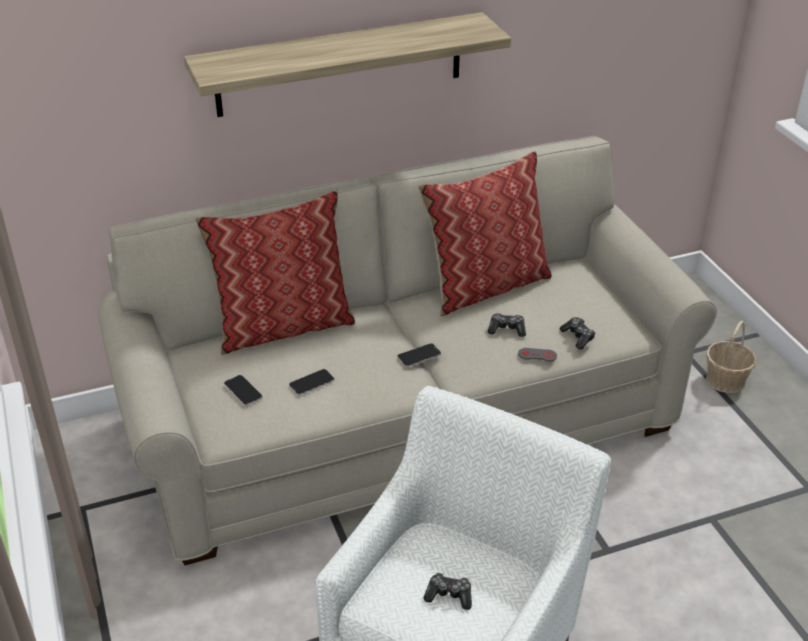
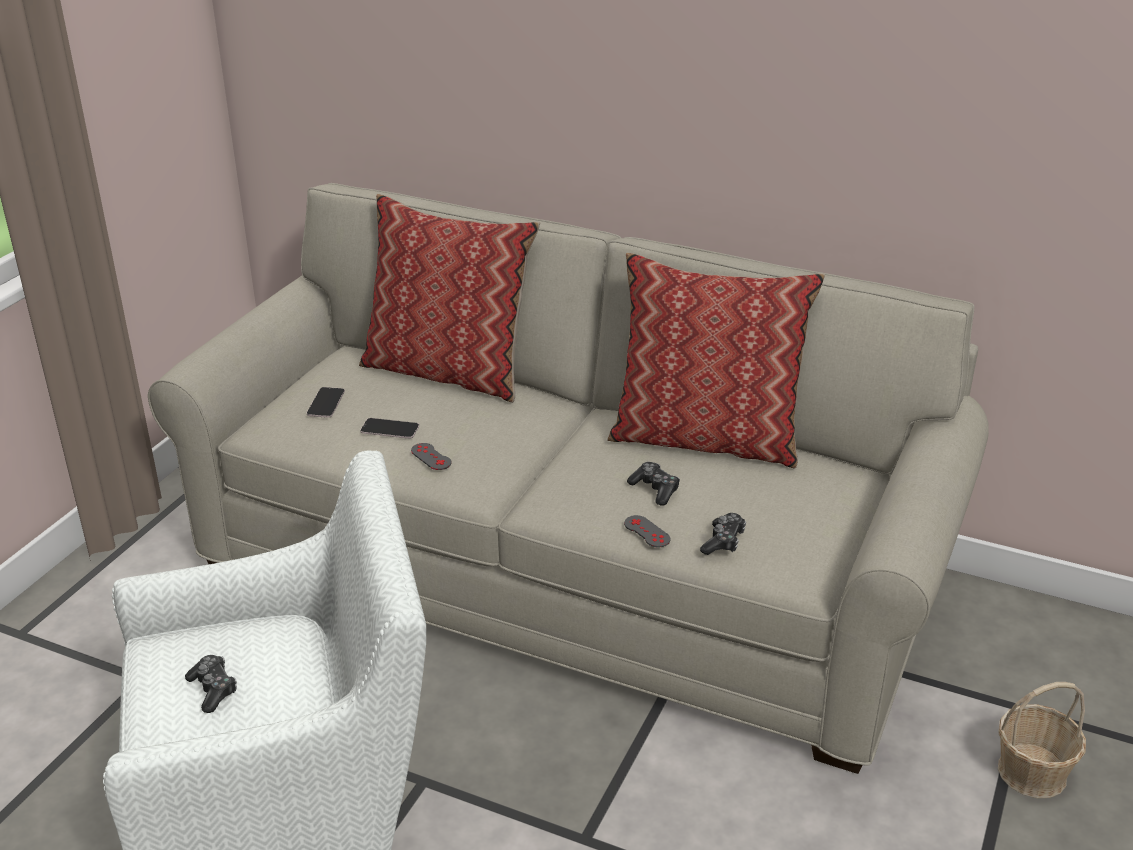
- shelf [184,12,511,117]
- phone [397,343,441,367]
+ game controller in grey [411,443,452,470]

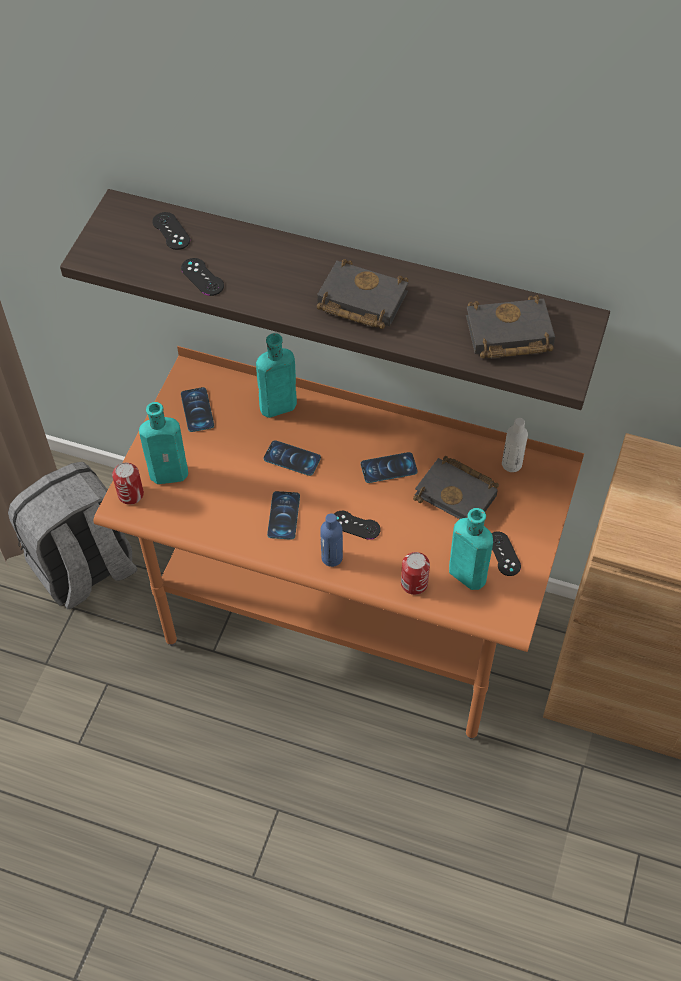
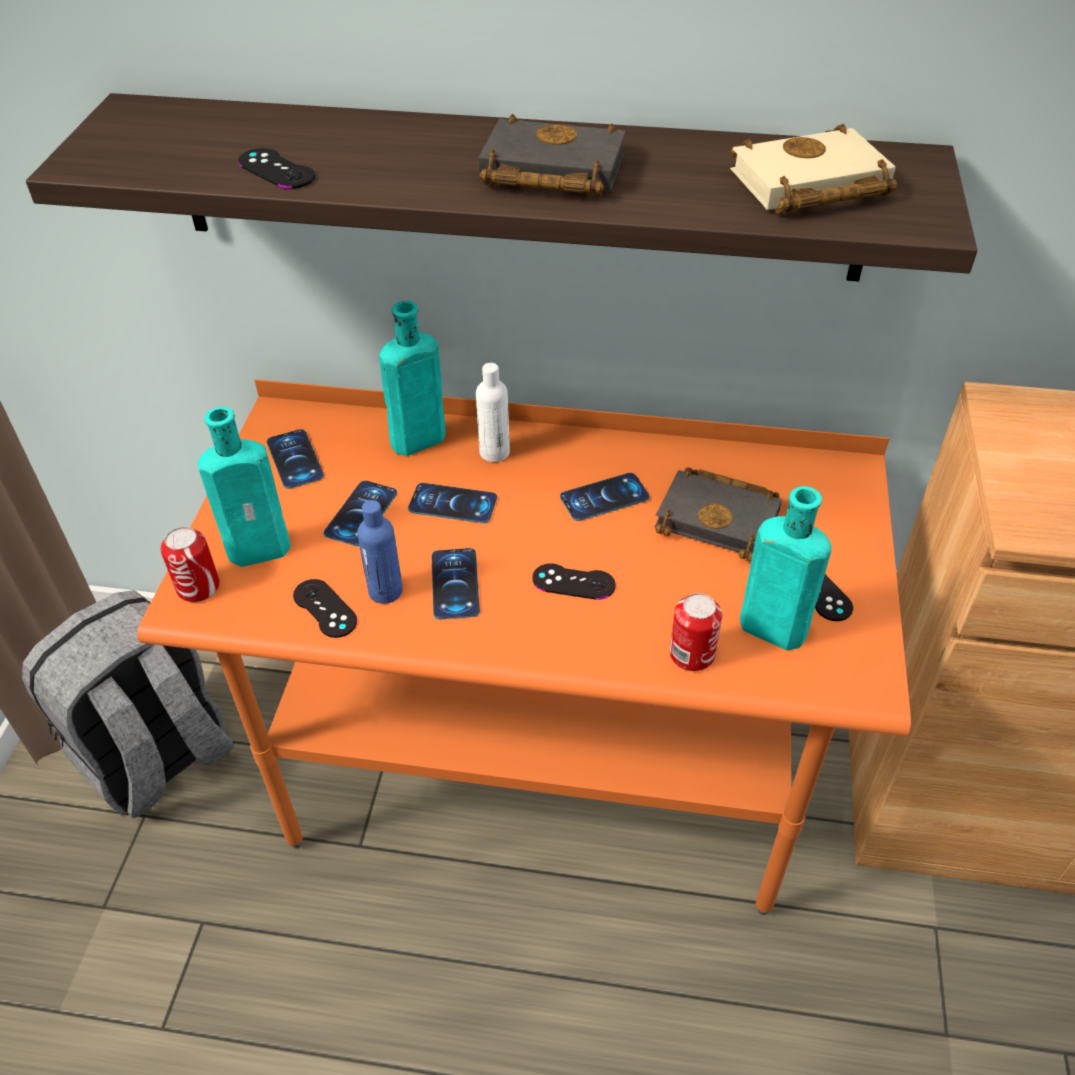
+ phone [324,481,397,546]
~ game controller in black [152,212,190,250] to [293,579,357,638]
~ bottle in blue [320,513,343,567] to [357,500,403,604]
~ bottle in white [502,418,528,472] to [476,363,510,462]
~ book in black [466,295,555,358] to book in beige [730,124,897,214]

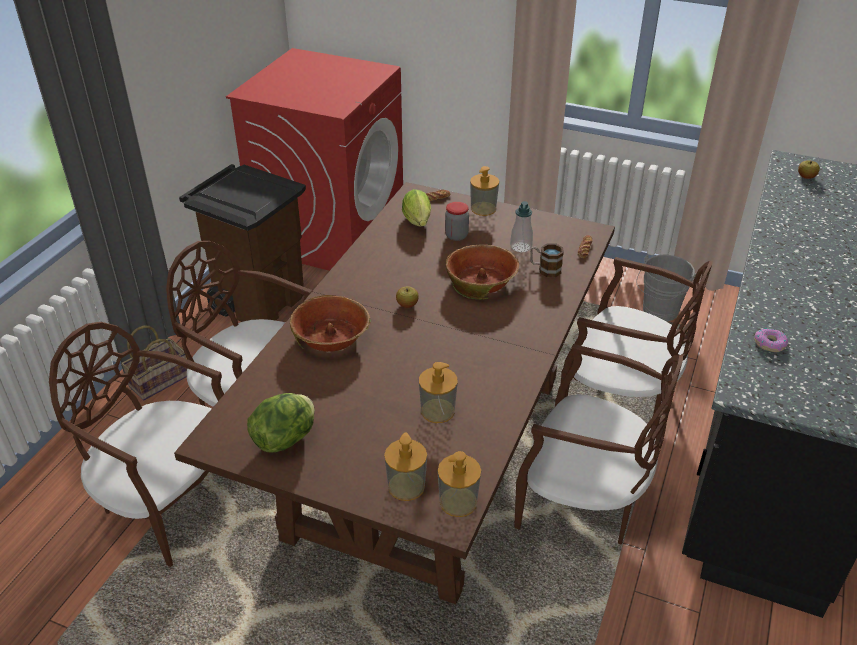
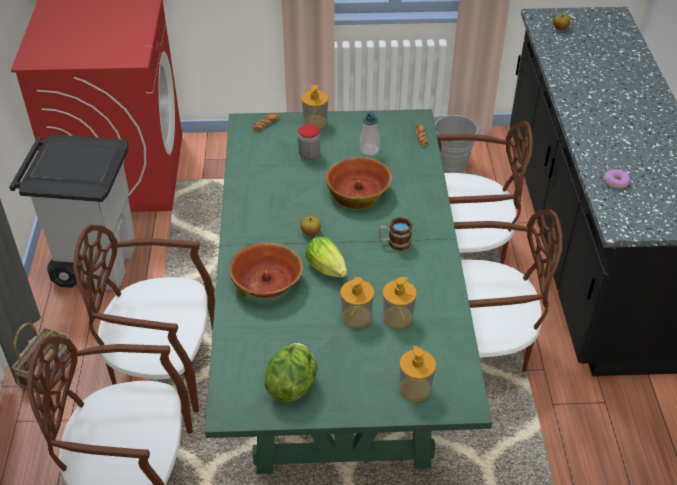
~ lettuce [402,189,431,226] to [306,236,347,278]
~ soap dispenser [438,451,481,517] to [340,277,374,328]
~ mug [530,243,564,277] to [379,217,412,251]
~ dining table in brown [174,182,615,604] to dining table in green [205,109,492,474]
~ trash can in brown [179,164,306,322] to trash can in grey [9,134,136,290]

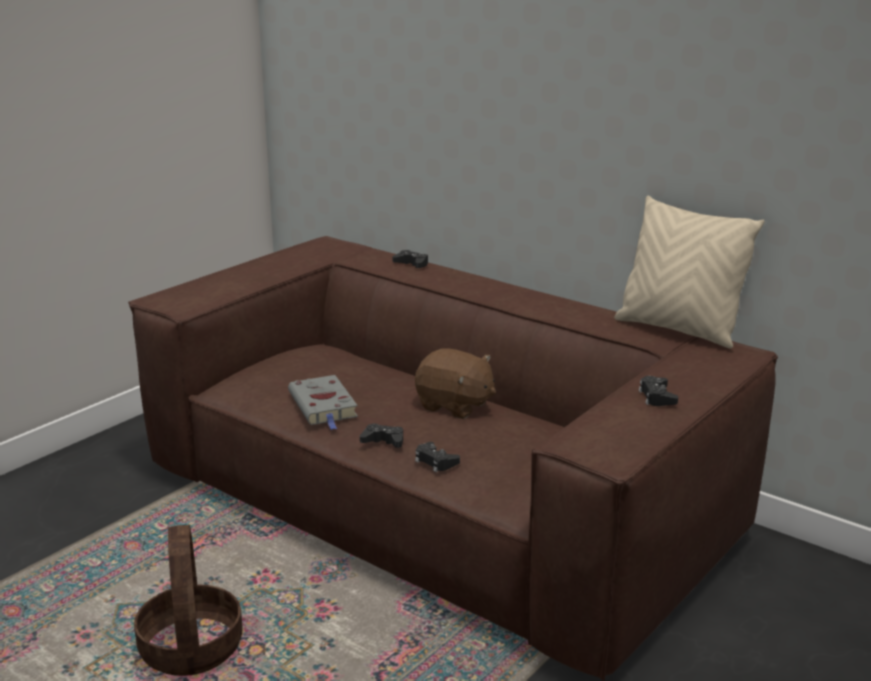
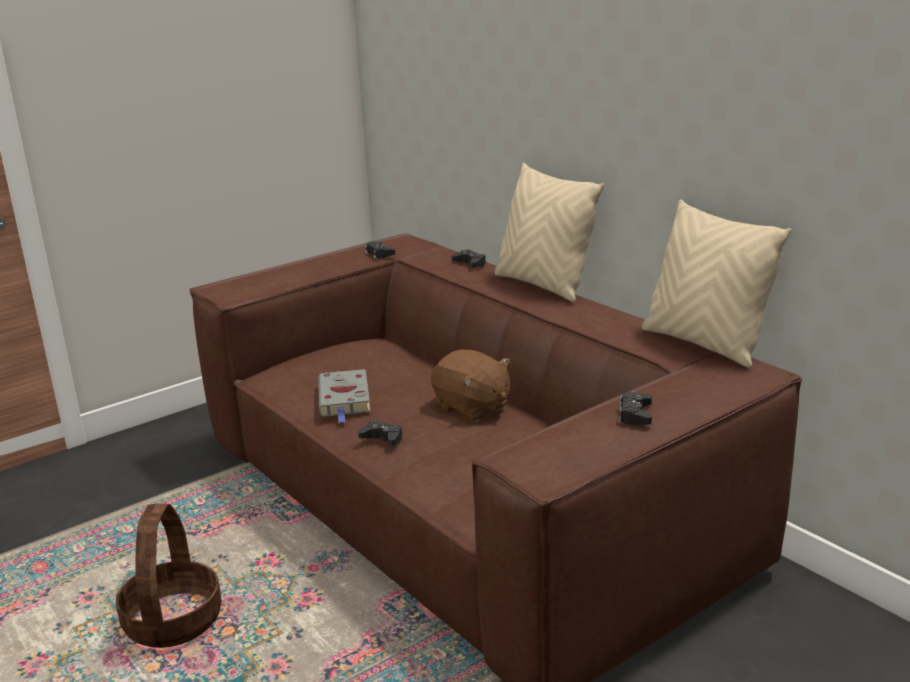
+ pillow in beige [494,163,604,302]
~ game controller in black [415,442,460,472] to [365,241,396,259]

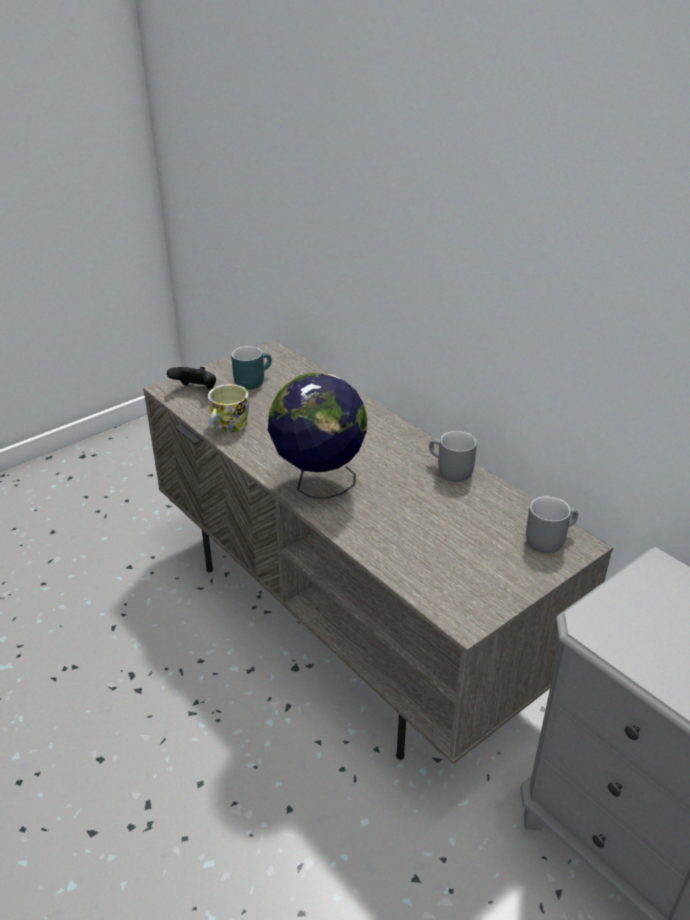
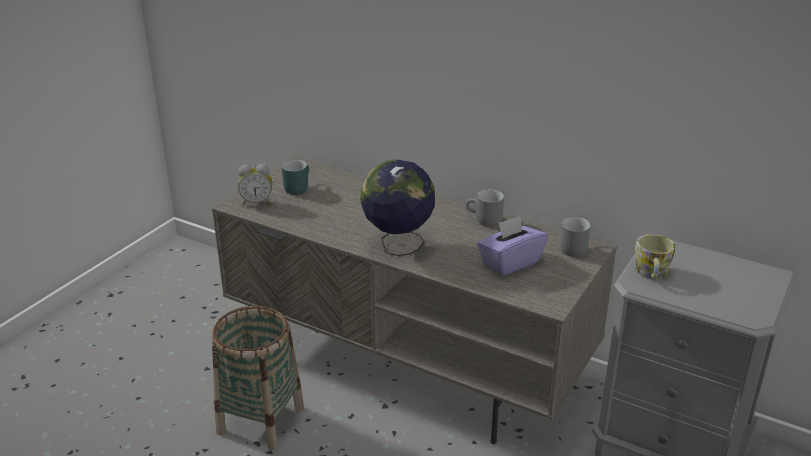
+ basket [212,306,304,450]
+ tissue box in purple [477,216,548,276]
~ mug [208,384,249,432] to [635,234,675,280]
~ game controller in black [167,367,216,389] to alarm clock [238,164,272,205]

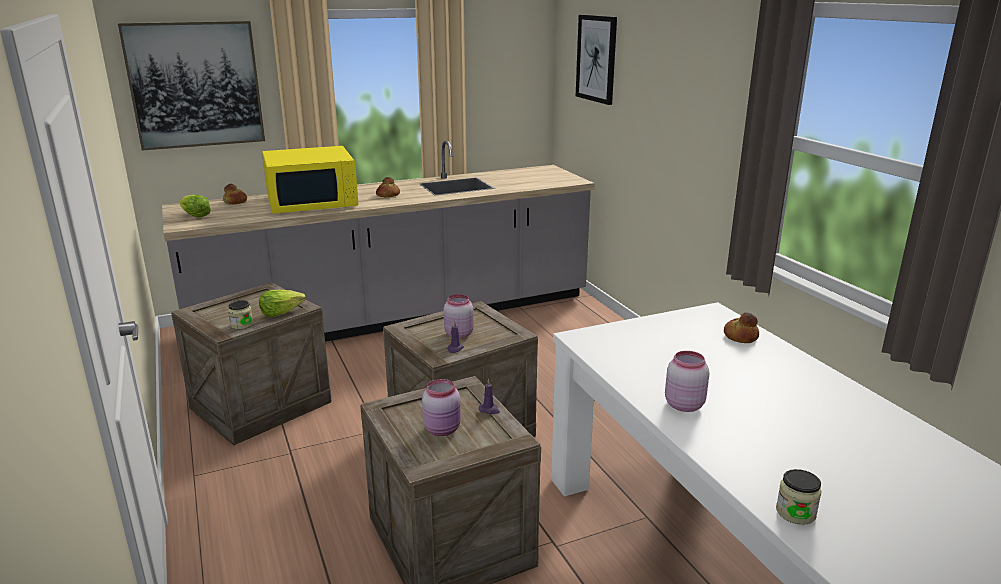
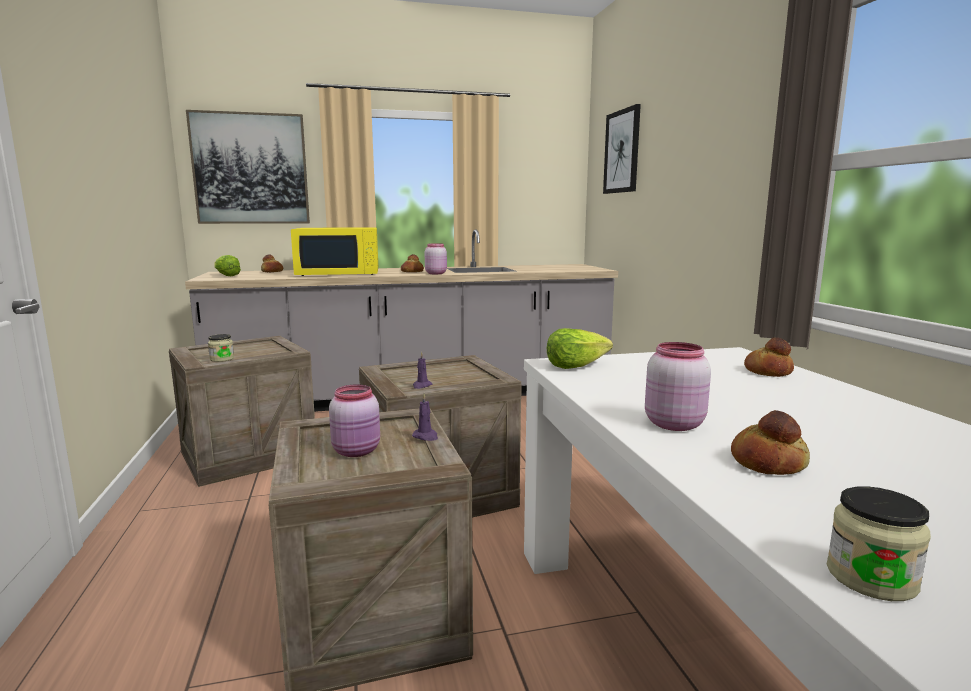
+ bread [731,410,810,475]
~ lettuce [259,290,306,317] to [547,328,613,369]
~ jar in pink [444,294,474,338] to [425,243,447,274]

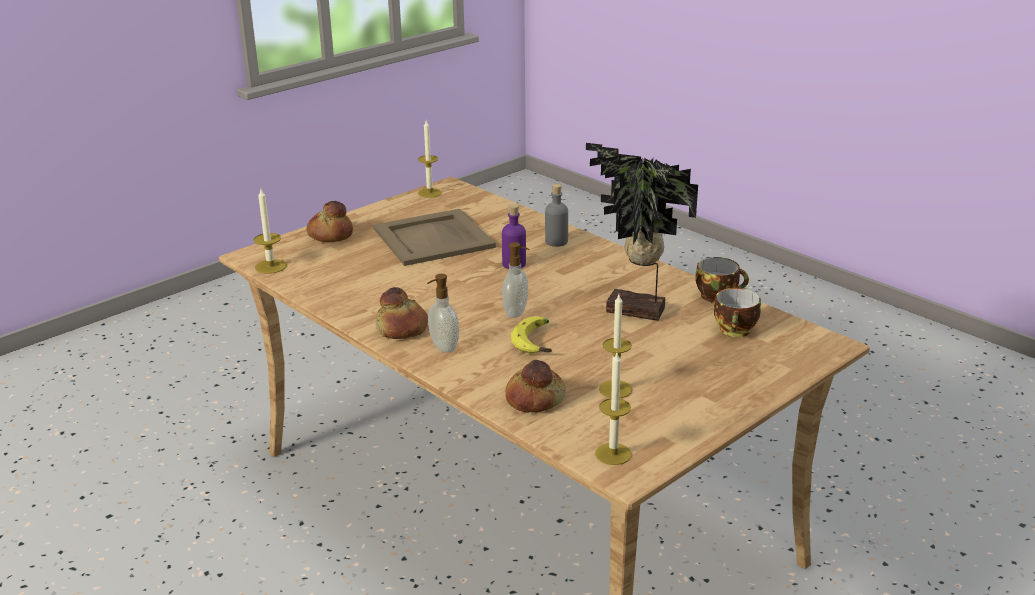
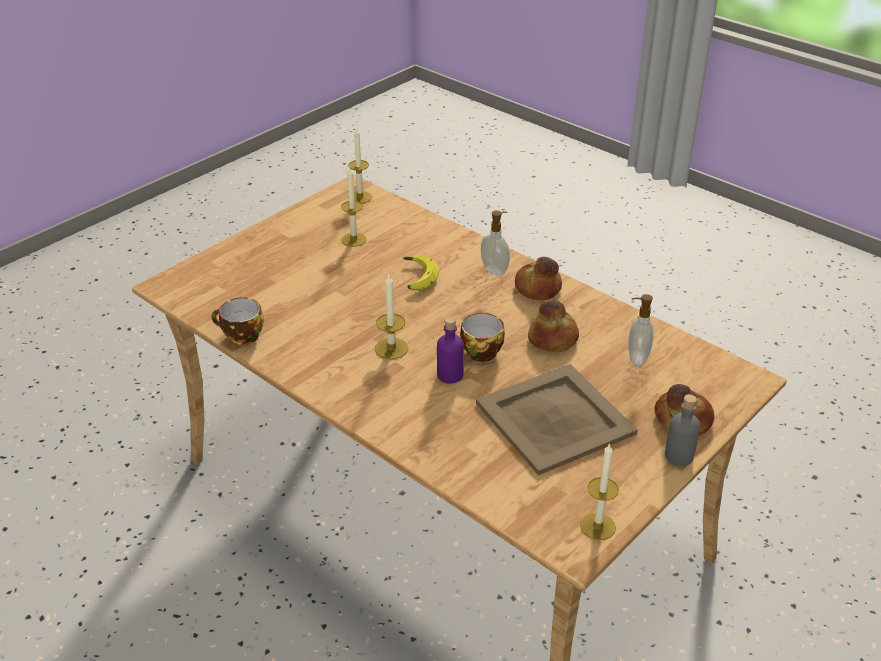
- potted plant [586,143,698,321]
~ candle [253,189,287,274] to [375,275,408,359]
~ soap dispenser [502,242,529,318] to [628,294,654,366]
~ bread [505,360,566,412] to [528,300,579,352]
~ bottle in grey [545,184,568,247] to [665,394,700,466]
~ cup [714,288,761,337] to [460,313,505,362]

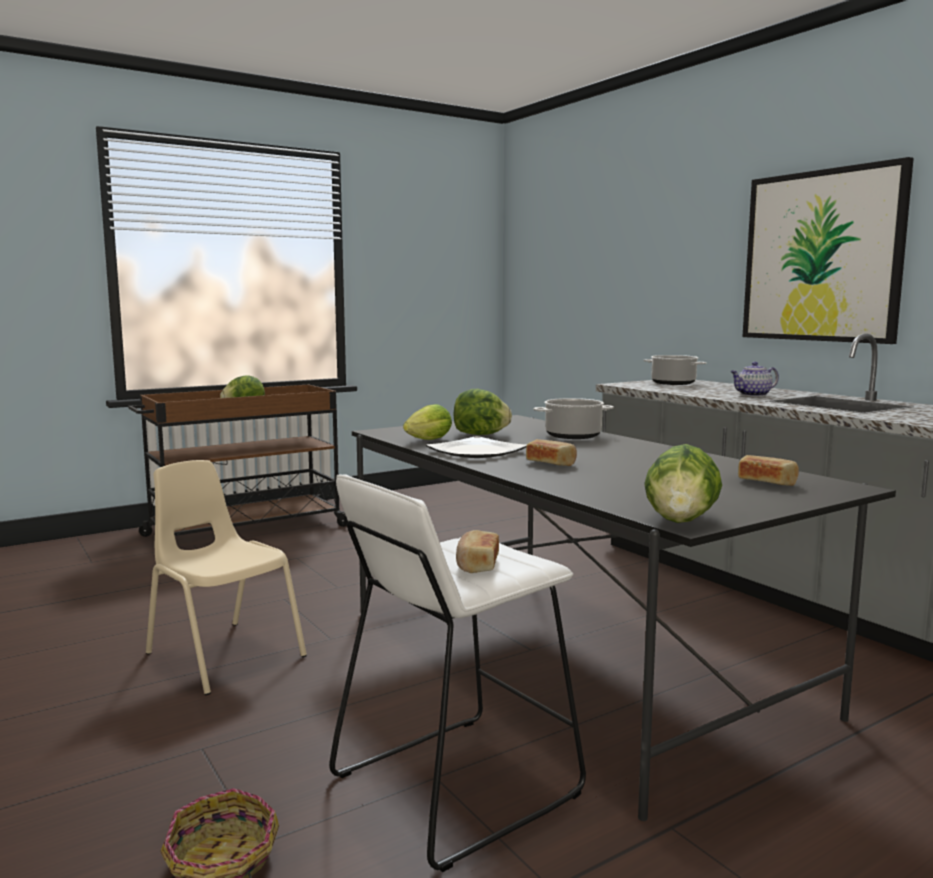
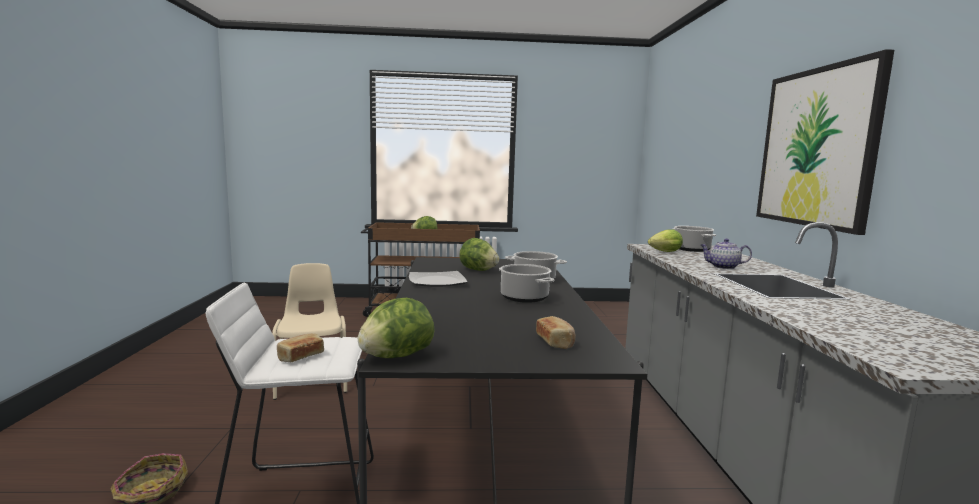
- bread [526,439,577,466]
+ cooking pot [499,264,554,303]
~ lettuce [403,404,452,440] to [648,229,683,252]

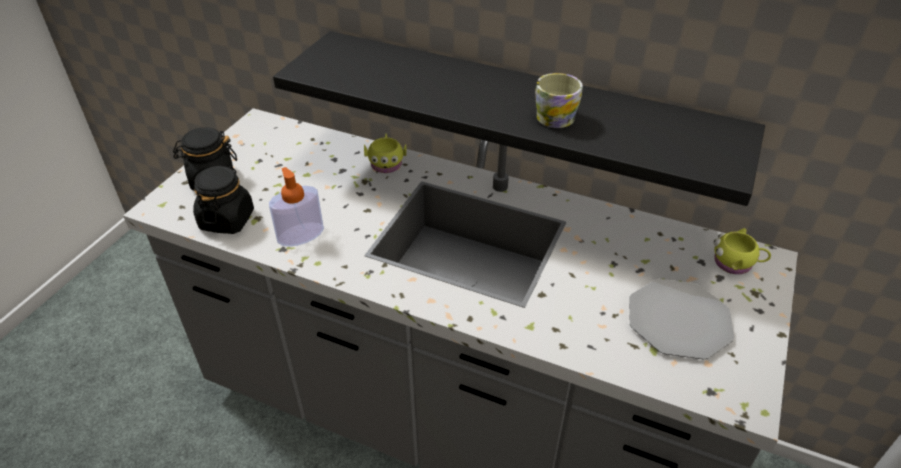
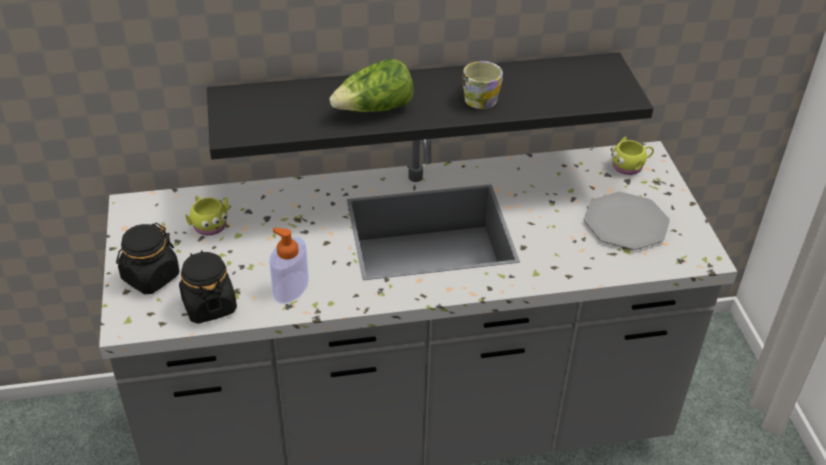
+ lettuce [330,59,413,112]
~ mug in yellow [364,134,407,173] to [186,195,230,235]

